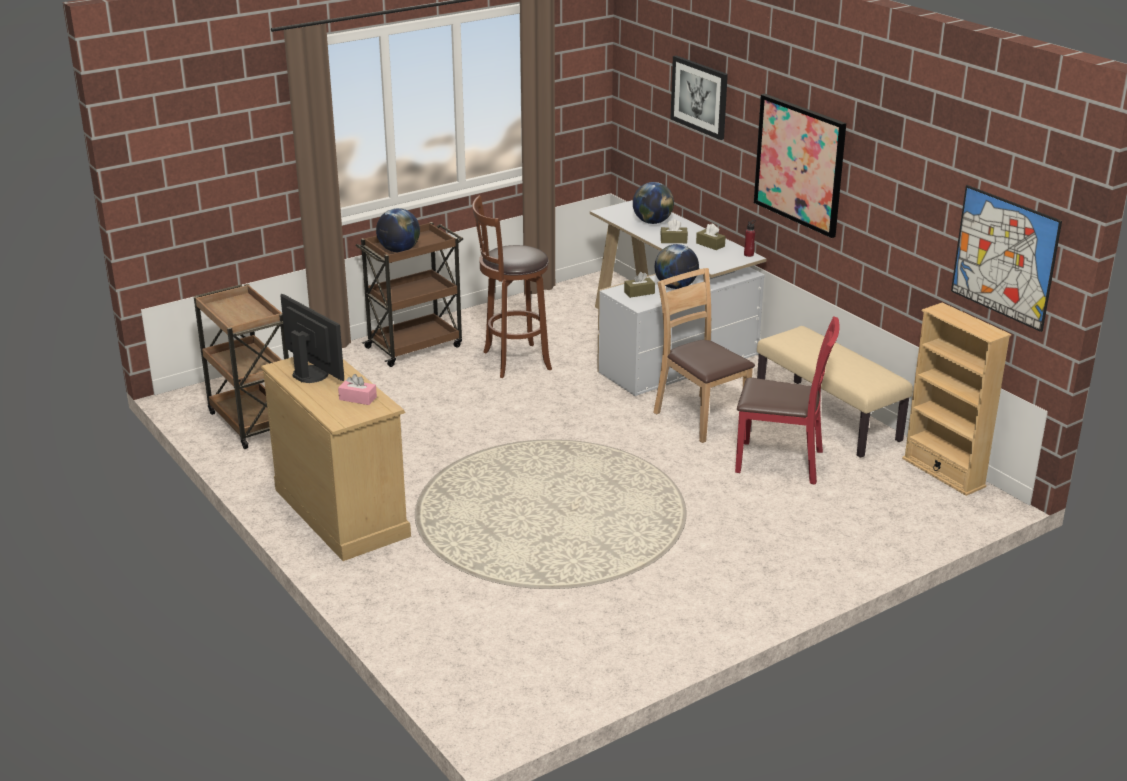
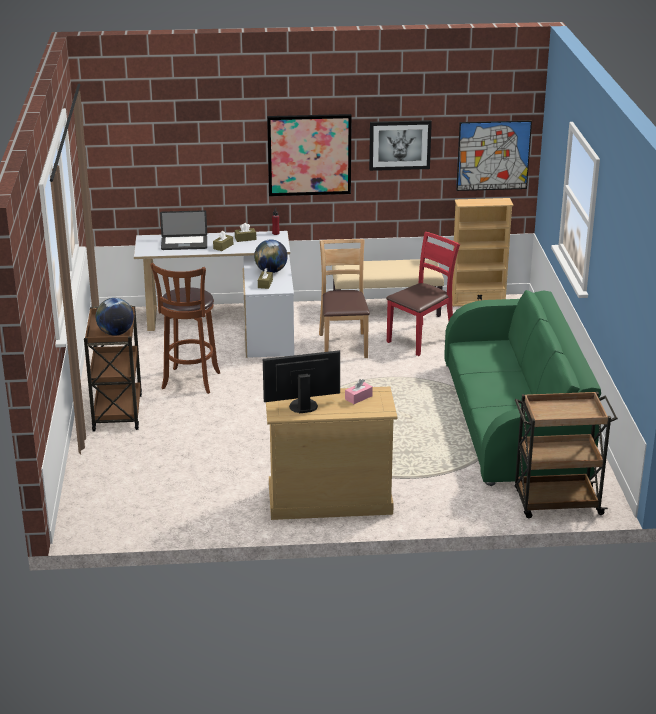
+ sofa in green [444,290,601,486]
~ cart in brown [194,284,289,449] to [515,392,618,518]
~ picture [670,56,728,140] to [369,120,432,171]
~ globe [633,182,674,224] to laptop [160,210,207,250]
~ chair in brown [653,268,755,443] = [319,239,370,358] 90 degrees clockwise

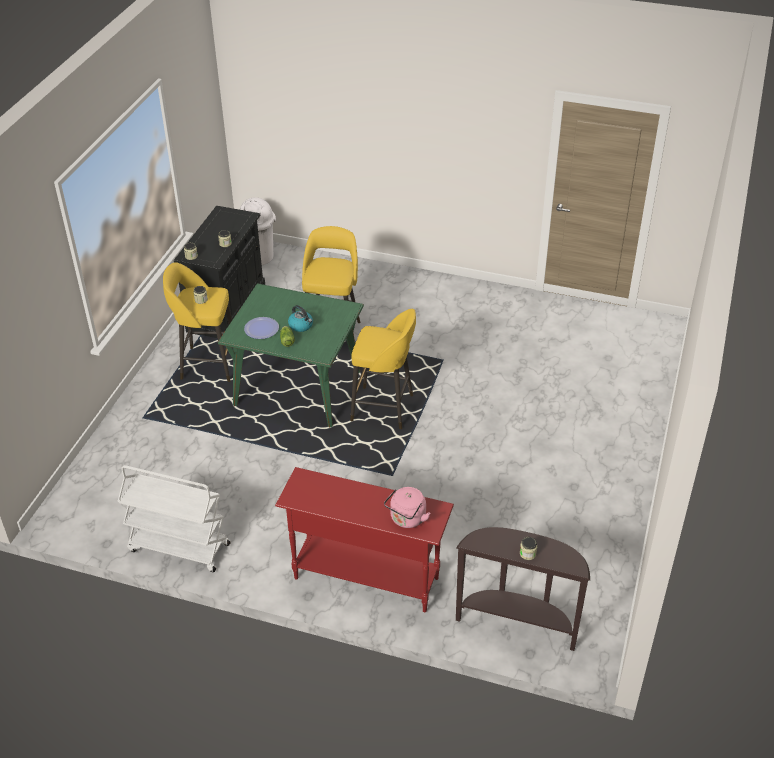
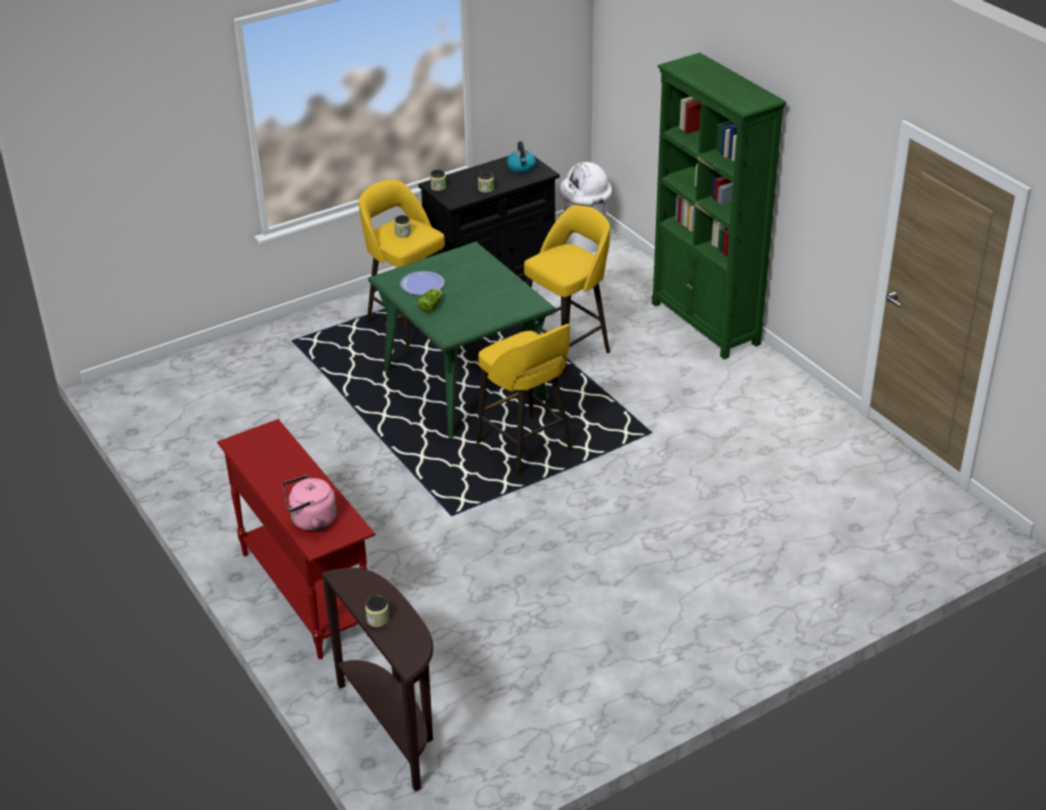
- cart in white [117,465,230,572]
+ bookcase in green [652,53,786,359]
~ kettle [288,305,313,332] to [507,141,536,173]

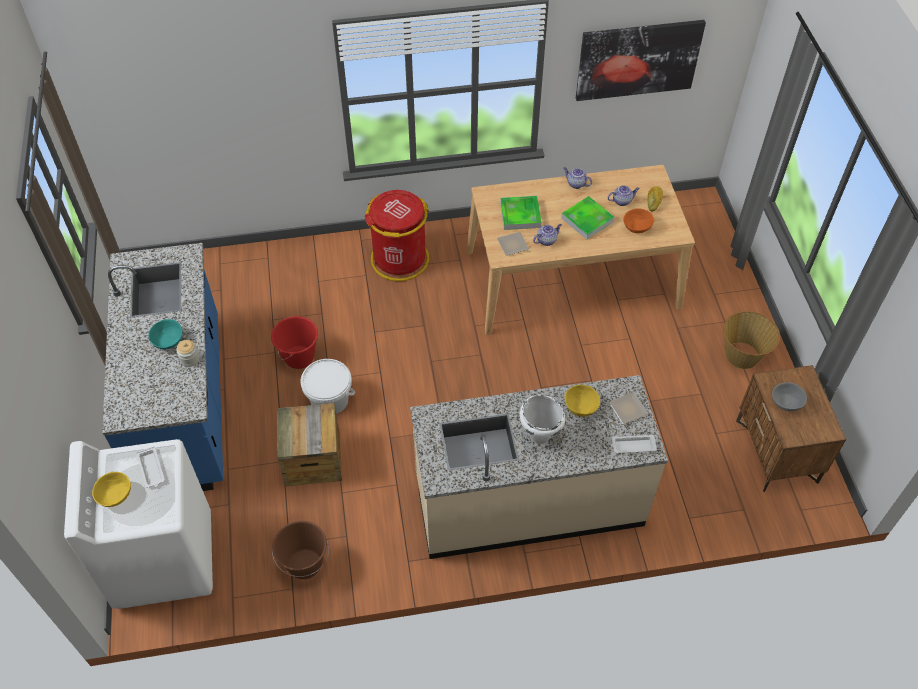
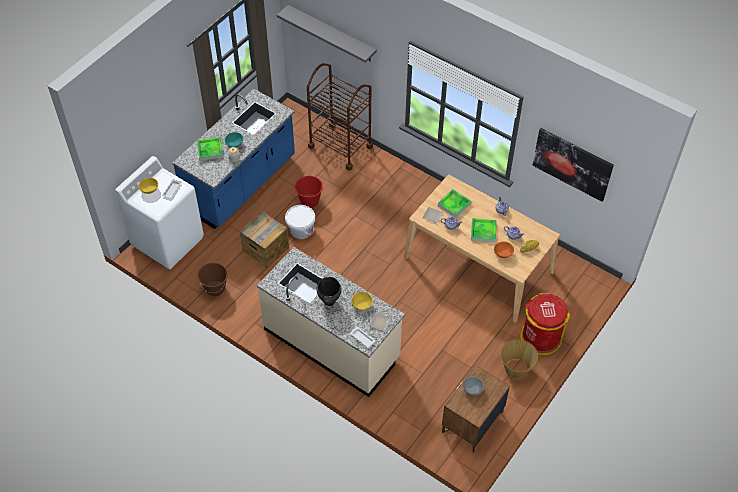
+ tray [197,137,223,161]
+ shelf in grey [277,5,377,63]
+ cart in brown [307,63,373,171]
~ trash can in red [365,190,429,281] to [520,293,570,355]
~ cooking pot in white [520,395,565,444] to cooking pot in black [316,277,342,306]

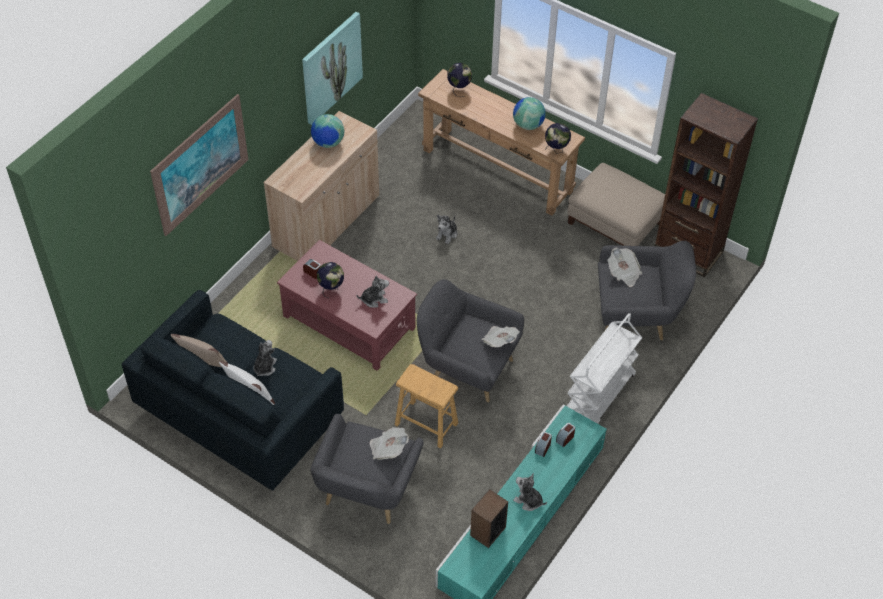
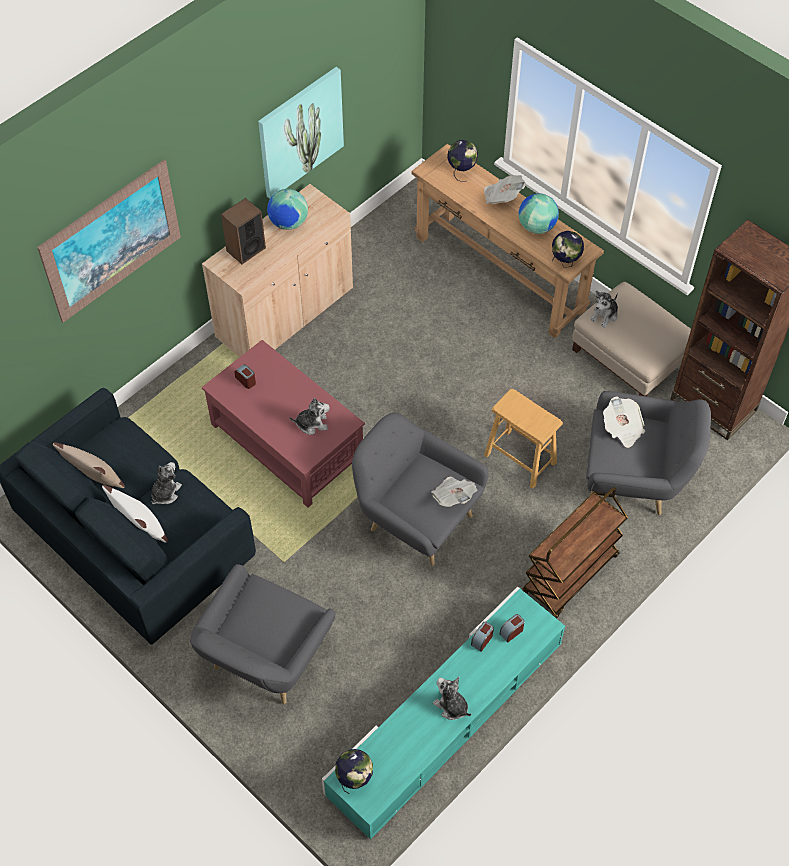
~ globe [317,262,344,298] to [335,749,373,794]
~ newspaper [370,427,409,460] to [484,175,525,204]
~ stool in brown [395,364,458,448] to [484,389,563,489]
~ plush toy [436,215,457,244] to [590,291,618,328]
~ speaker [470,489,508,548] to [221,198,266,264]
~ cart in white [567,313,642,424] to cart in brown [522,487,628,618]

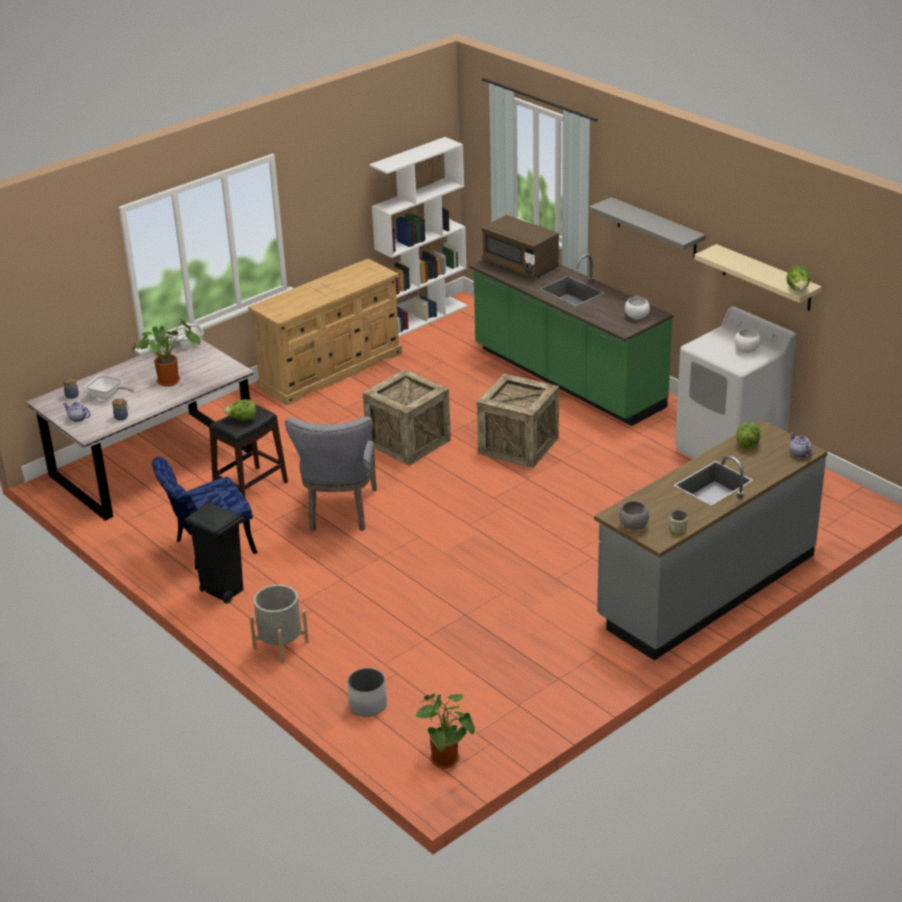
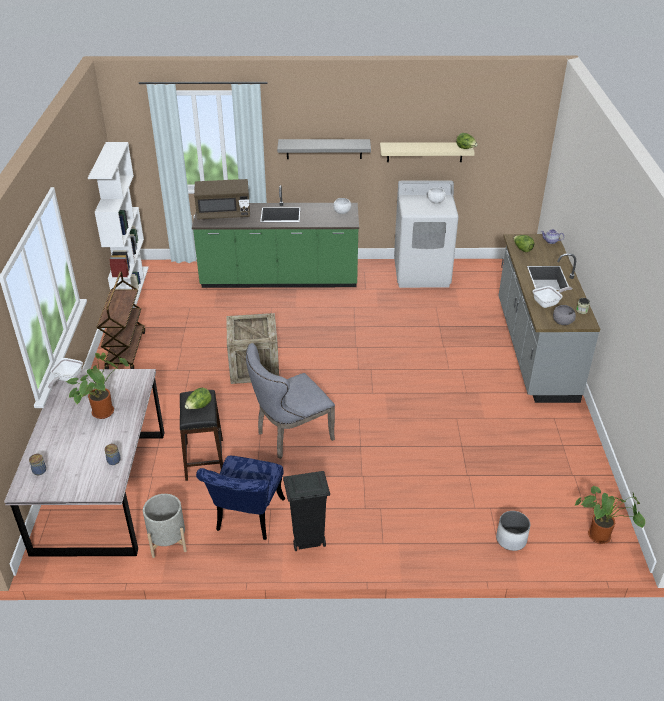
- teapot [63,402,90,422]
- crate [477,374,559,468]
~ frying pan [85,374,134,400] to [533,286,573,308]
~ planter in grey [249,585,309,663] to [143,494,187,558]
~ dresser in beige [248,259,402,405] to cart in brown [97,272,145,369]
~ chair in grey [285,417,377,531] = [246,343,335,459] 105 degrees clockwise

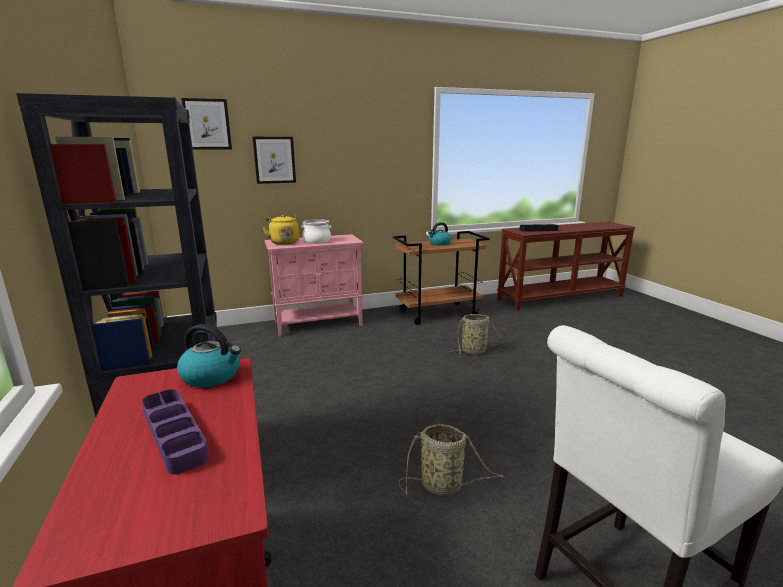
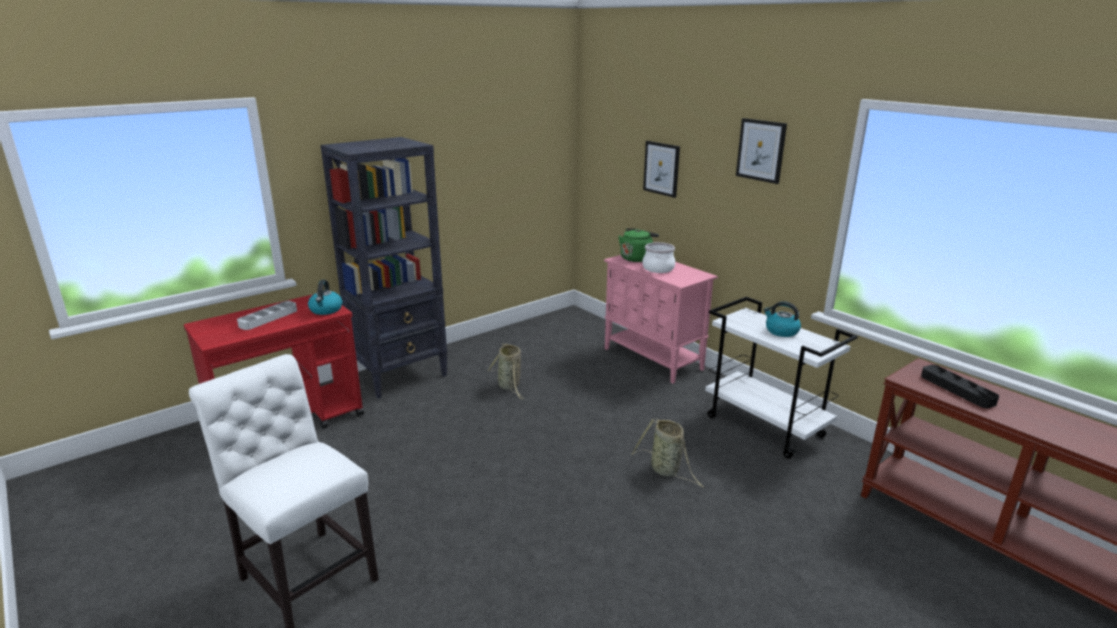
~ picture [181,98,232,150] to [736,118,787,184]
~ basket [399,424,504,496] to [487,343,524,399]
~ tray in purple [142,389,209,474] to tray in grey [237,301,297,330]
~ kettle in yellow [263,215,299,245] to kettle in green [619,228,659,262]
~ cart in brown [393,231,490,325] to cart in white [705,297,858,459]

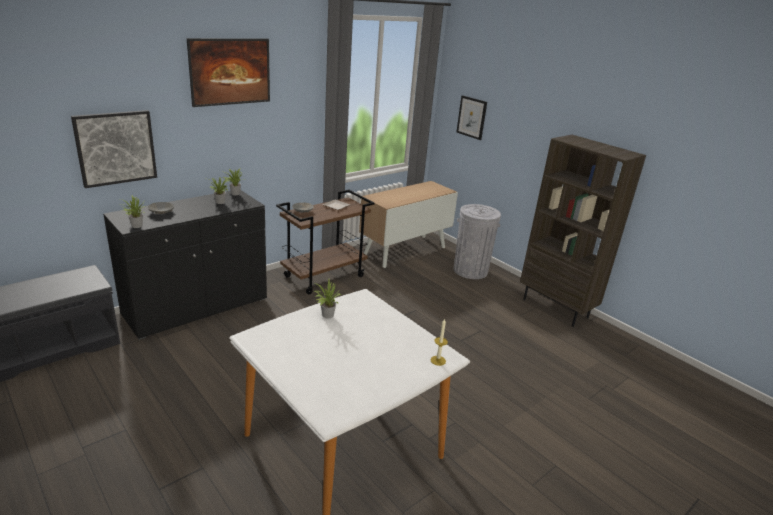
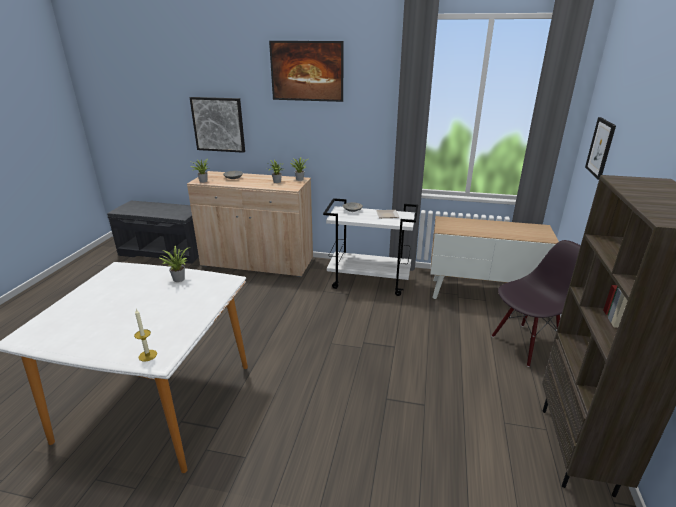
~ trash can in grey [454,204,501,279] to chair in black [492,240,581,367]
~ cabinet in black [103,190,267,340] to cabinet in beige [187,171,313,277]
~ cart in brown [276,190,375,294] to cart in white [323,198,418,296]

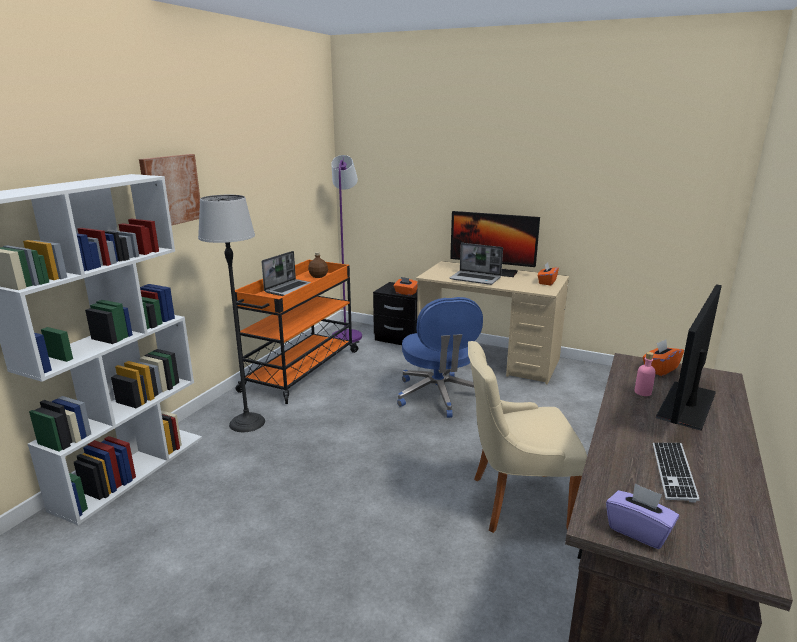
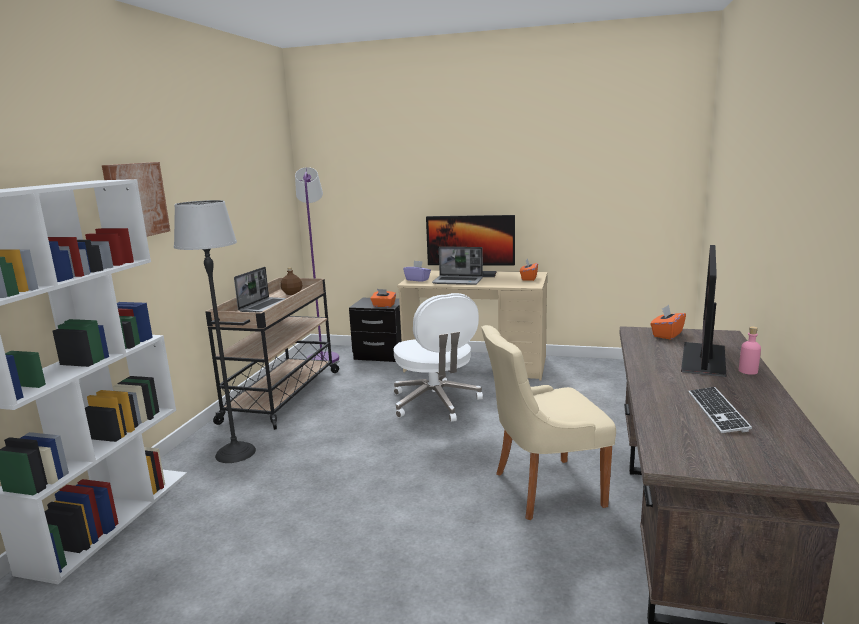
~ tissue box in purple [606,483,679,549] to [403,261,431,282]
~ bottle in pink [634,352,656,396] to [739,326,761,375]
~ cart in orange [235,260,359,404] to cart in beige [205,278,340,430]
~ office chair in blue [397,297,483,418] to office chair in white [394,293,483,422]

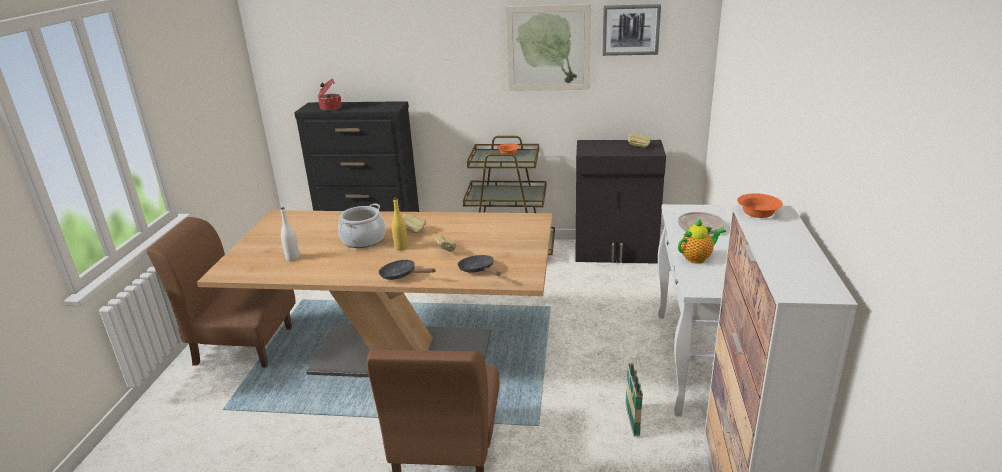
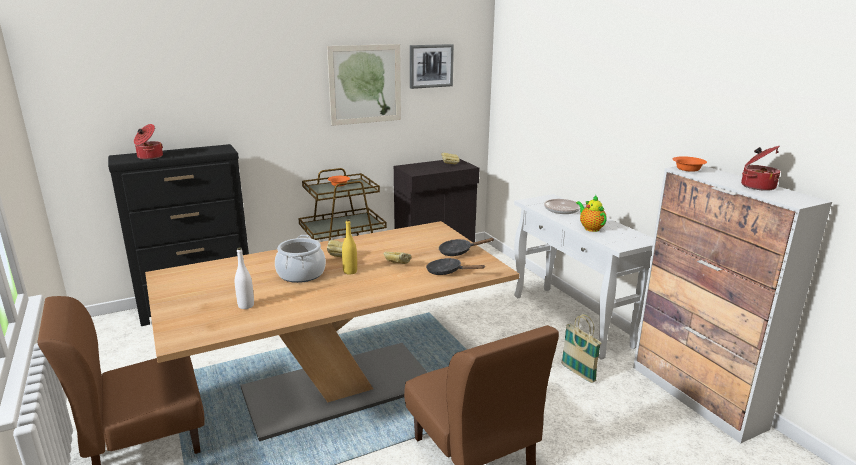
+ cooking pot [741,146,780,191]
~ frying pan in black [379,259,436,280] to [439,238,494,256]
~ teapot [678,219,726,263] = [576,194,607,232] 60 degrees counterclockwise

